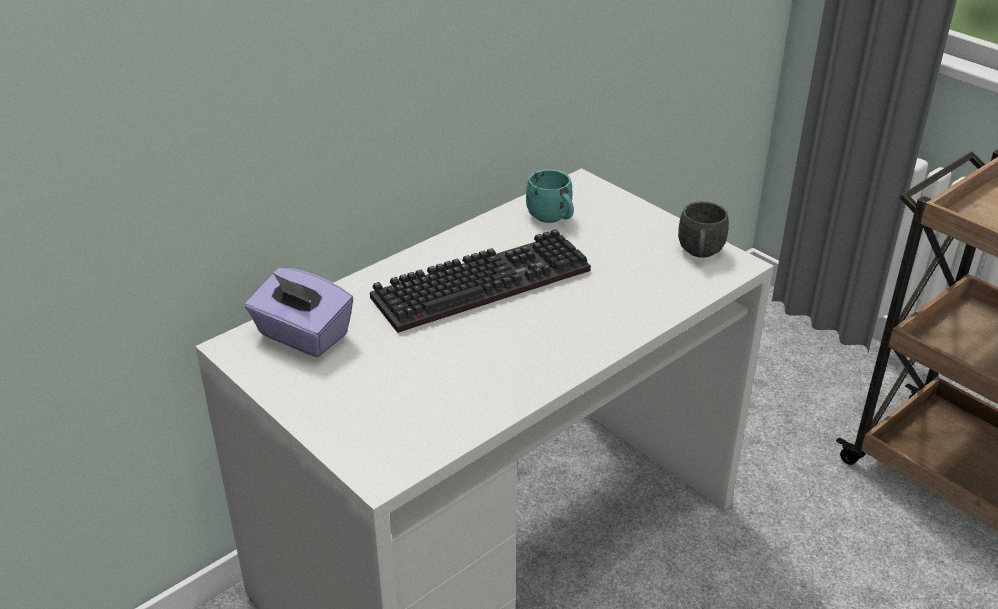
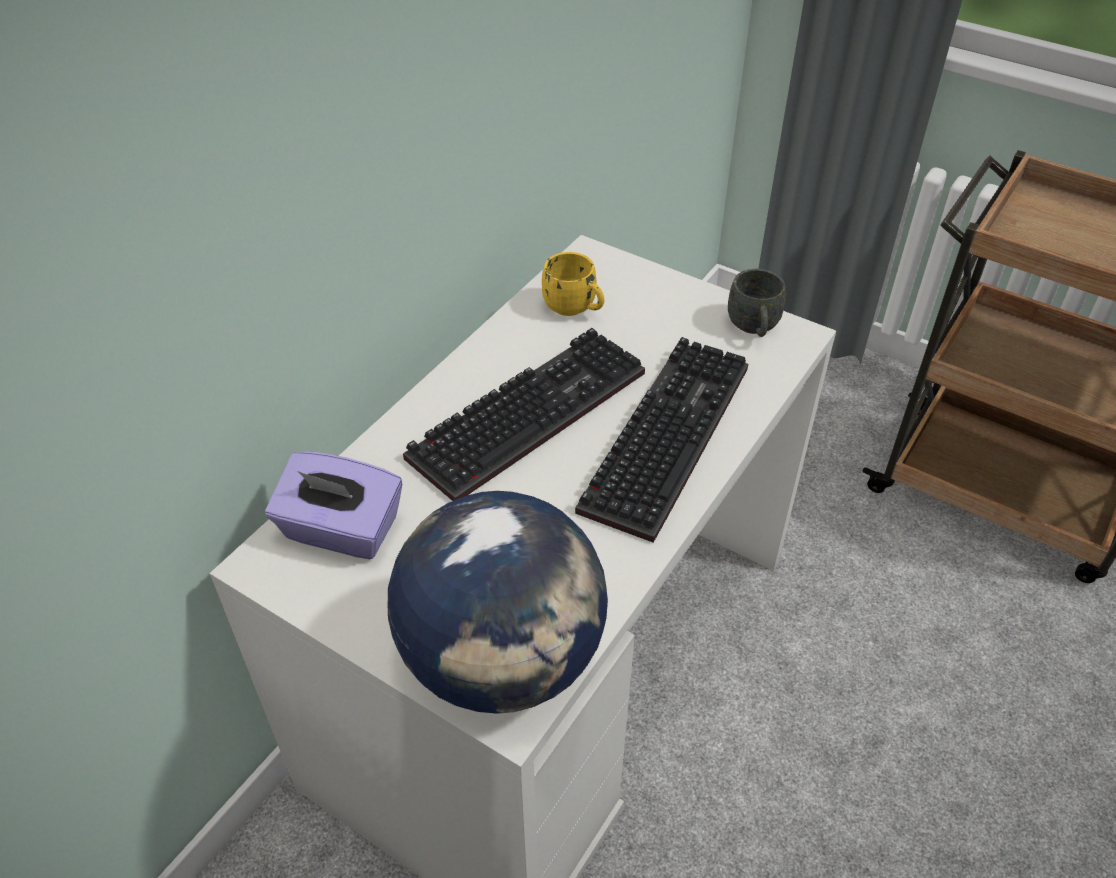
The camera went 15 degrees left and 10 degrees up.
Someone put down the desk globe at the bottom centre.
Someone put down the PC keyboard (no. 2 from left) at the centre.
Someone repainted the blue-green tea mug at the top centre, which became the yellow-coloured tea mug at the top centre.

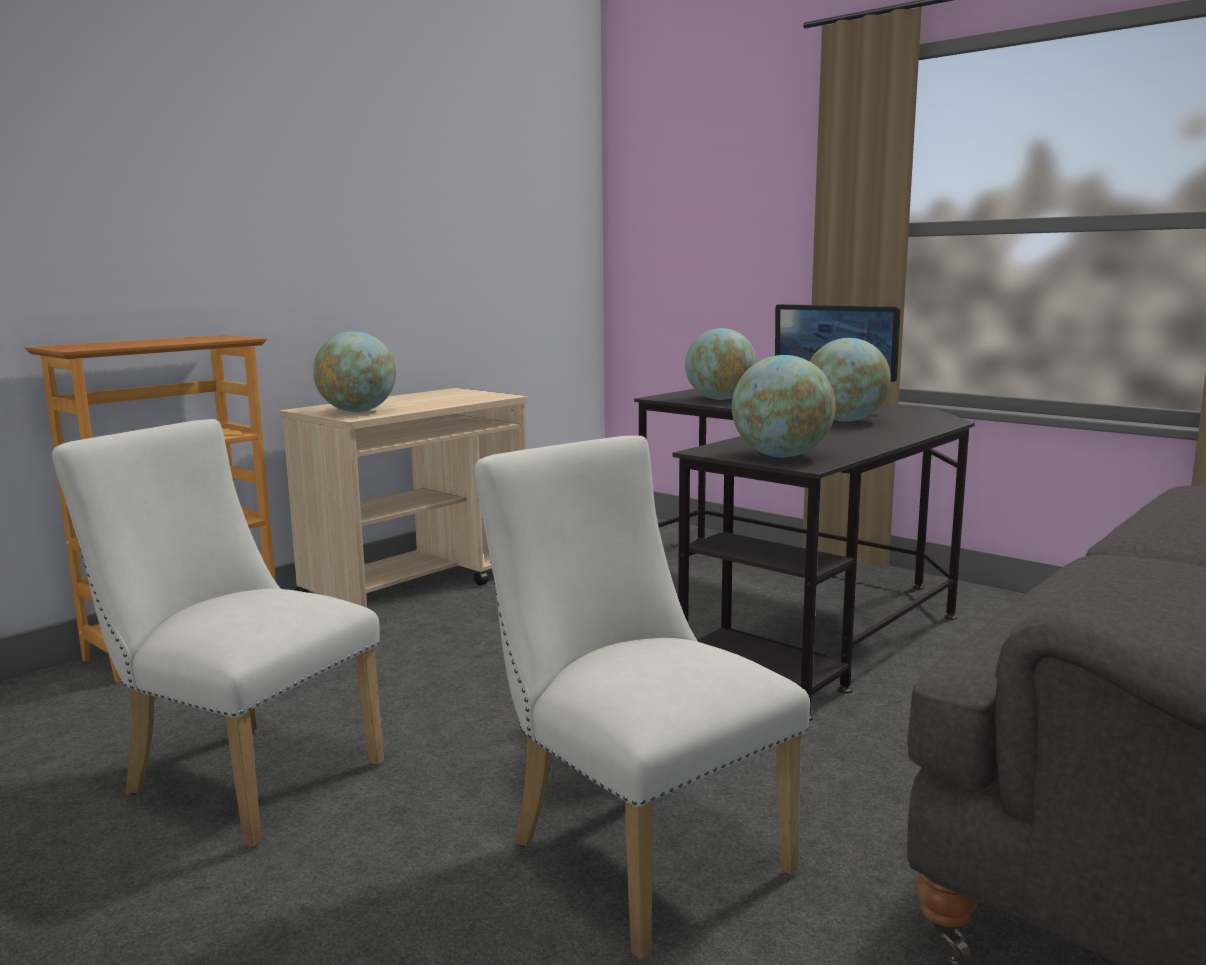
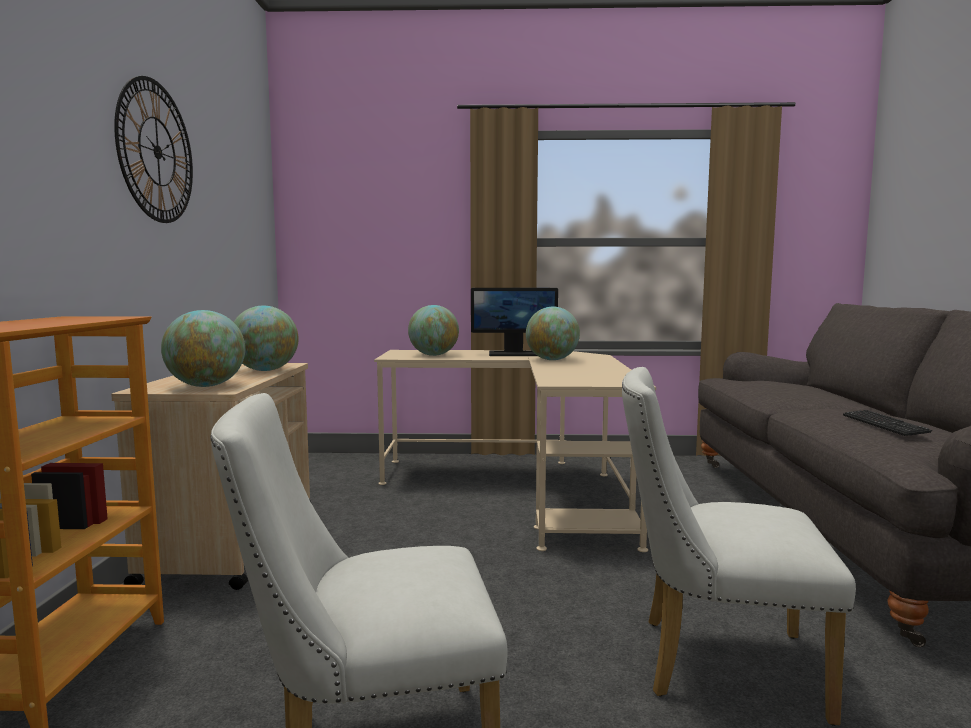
The camera went 40 degrees left and 5 degrees down.
Someone put up the clock on the wall at the top left.
Someone put down the PC keyboard at the middle right.
Someone carried the desk globe (no. 3 from left in the first image) from the centre to the middle left.
Someone repainted the blackish desk unit at the middle right, which became the beige desk unit at the centre.

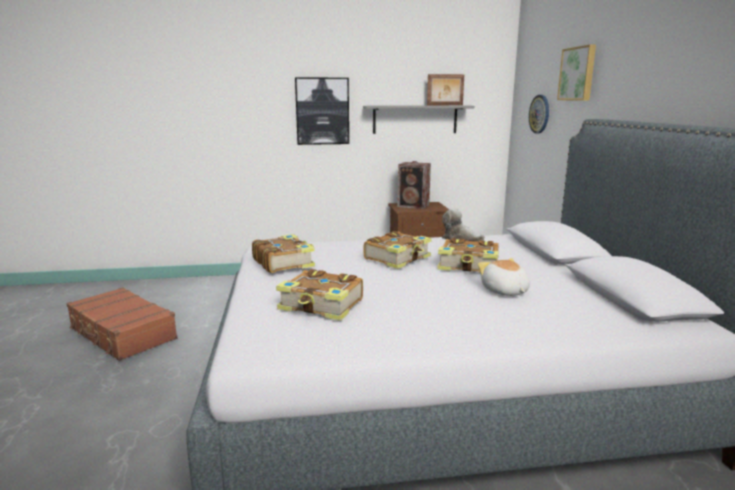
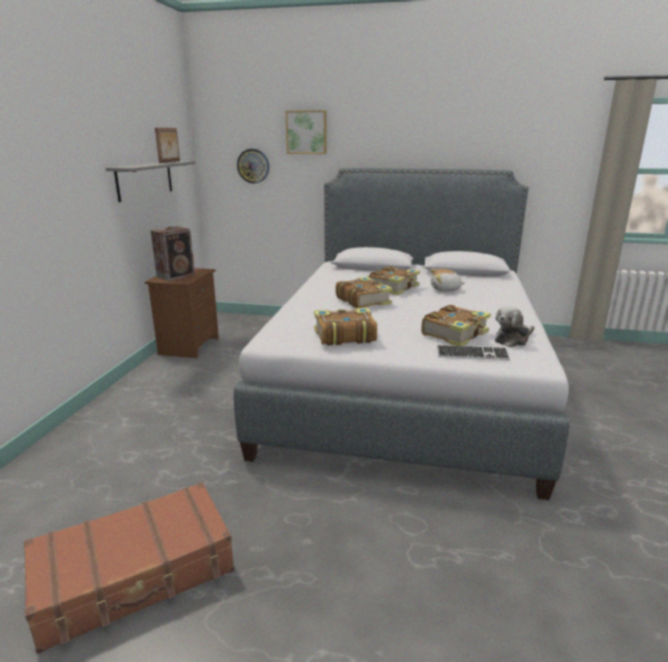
The camera went 70 degrees left and 5 degrees up.
Someone took away the wall picture (no. 1 from left) at the top centre.
Someone put down the PC keyboard at the middle right.
Someone carried the cuddly toy (no. 1 from left in the first image) from the centre to the middle right.

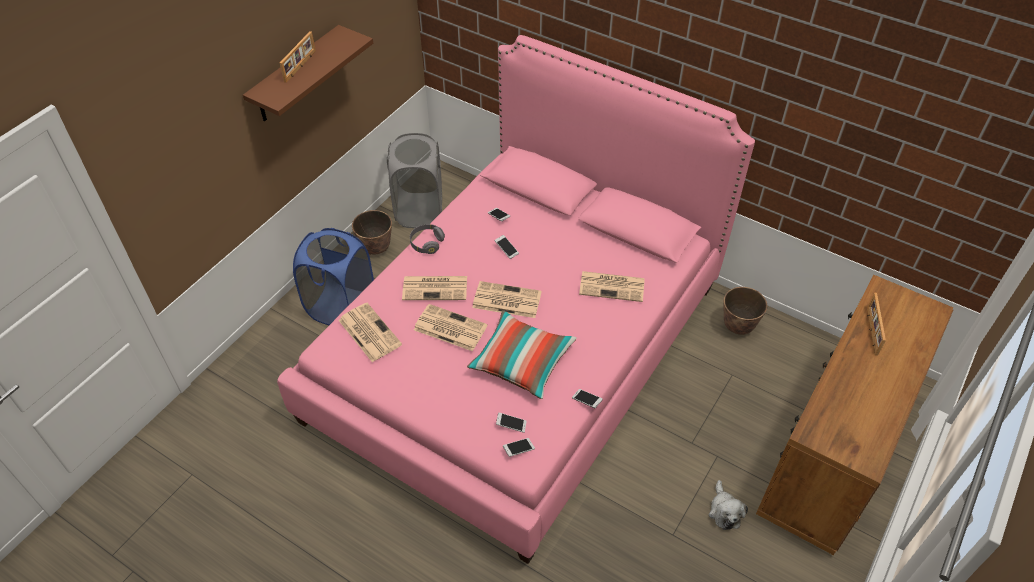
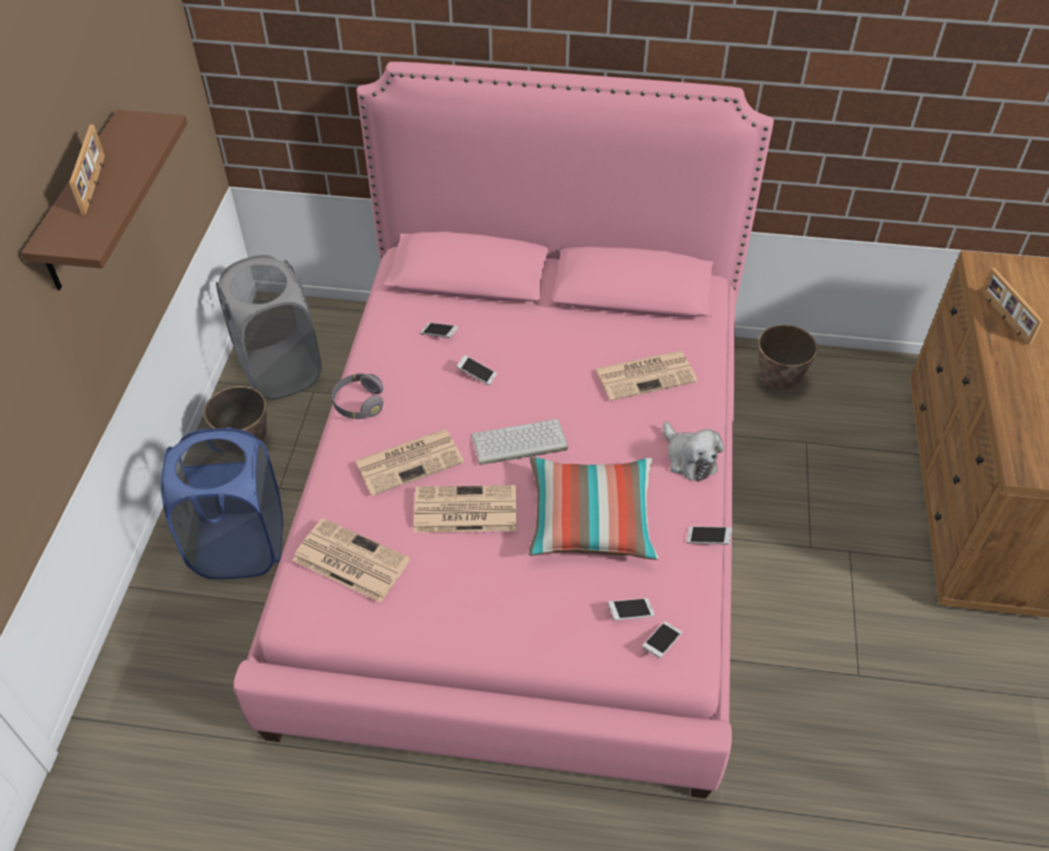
The camera went 25 degrees left and 0 degrees up.
Someone carried the cuddly toy from the bottom right to the centre.
Someone swapped the newspaper (no. 4 from left) at the centre for the PC keyboard at the centre.

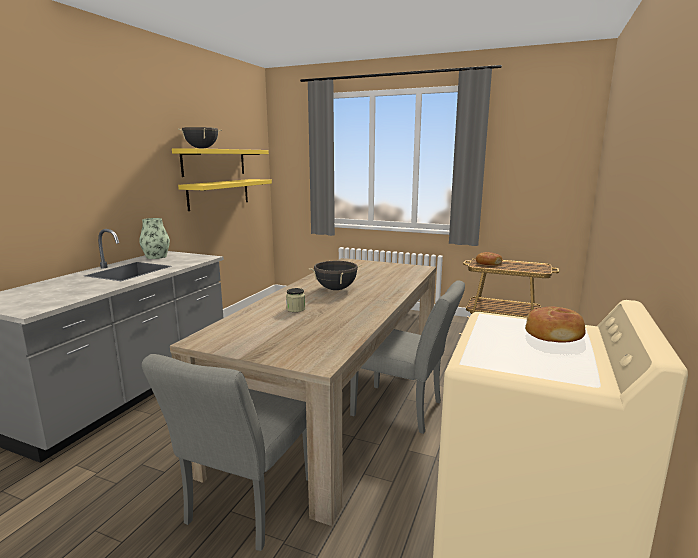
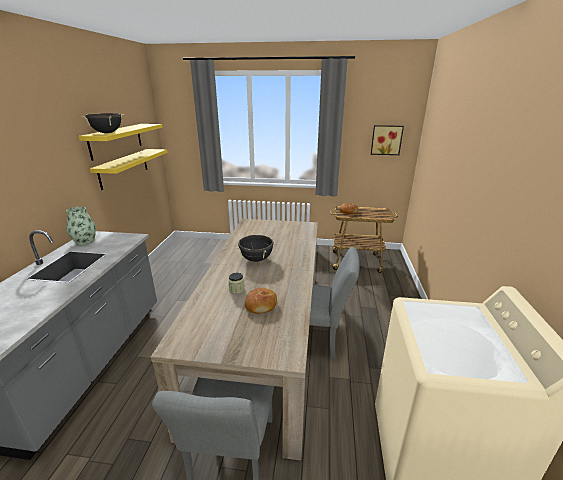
The camera went 15 degrees left and 10 degrees up.
Someone put up the wall picture at the top right.
Someone carried the bakery bread (no. 2 from left in the first image) from the middle right to the centre.

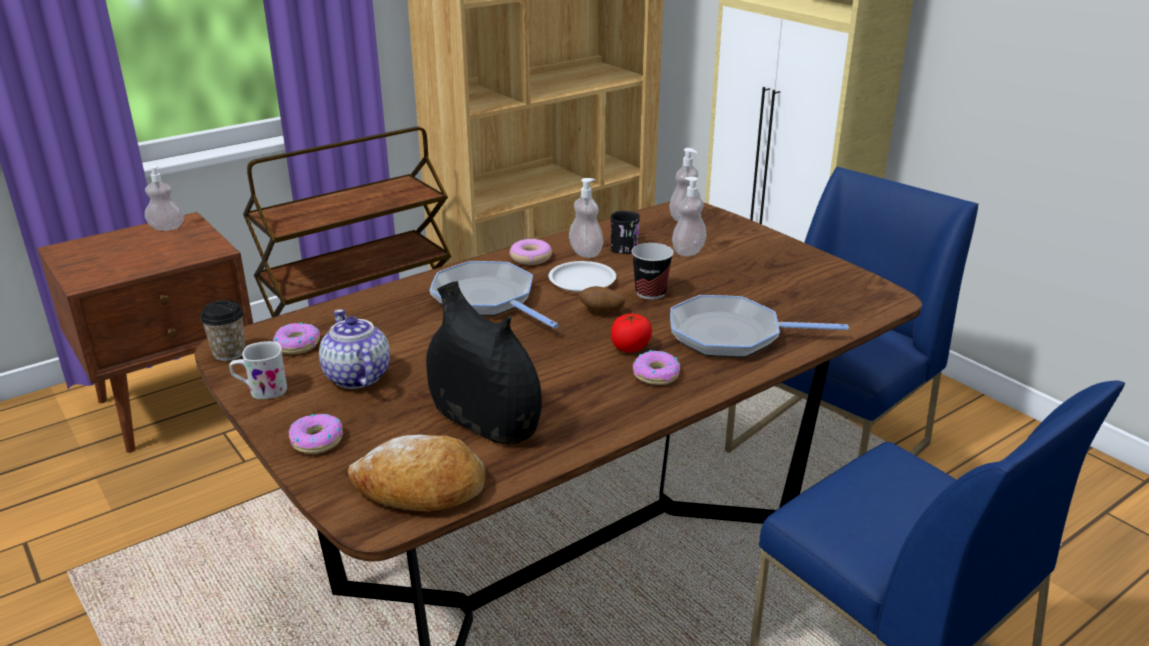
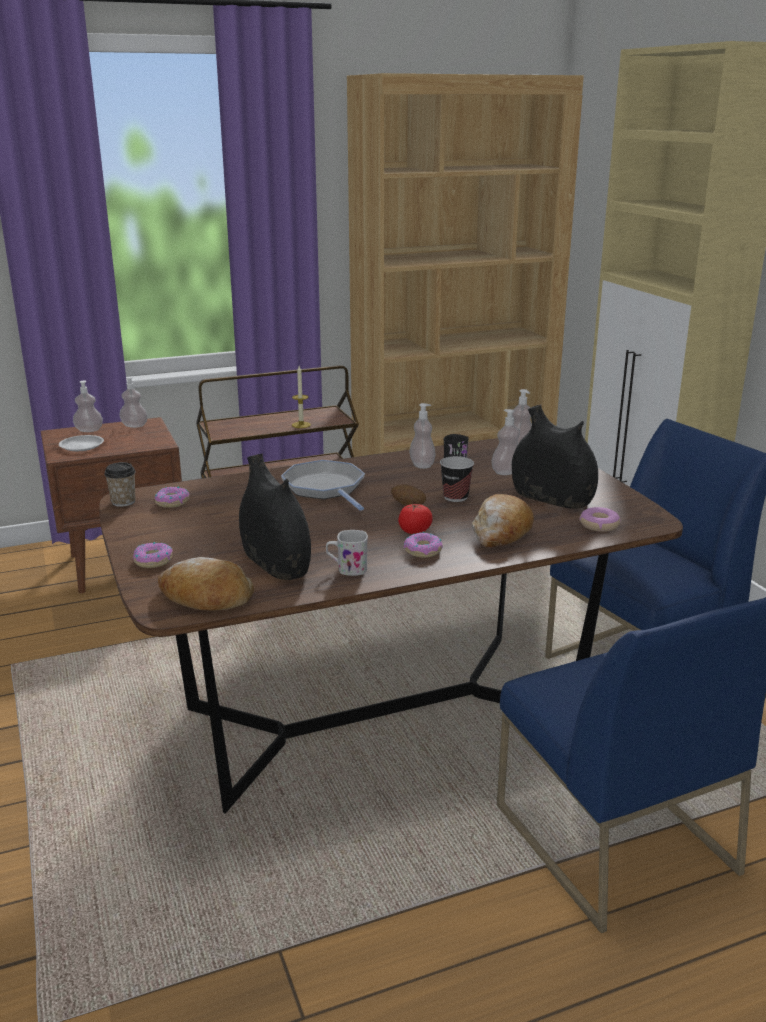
The camera went 15 degrees right and 5 degrees down.
Someone took away the teapot at the middle left.
Someone put down the liquid soap bottle (no. 1 from left) at the middle left.
Someone put down the wax candle at the centre.
Someone put down the blackish vase (no. 2 from left) at the middle right.
Someone carried the white-coloured tea mug from the middle left to the centre.
Someone carried the donut (no. 3 from left in the first image) from the centre to the middle right.
Someone carried the white-coloured flat dish from the centre to the middle left.
Someone swapped the pan (no. 2 from left) at the centre for the bakery bread (no. 2 from left) at the centre.

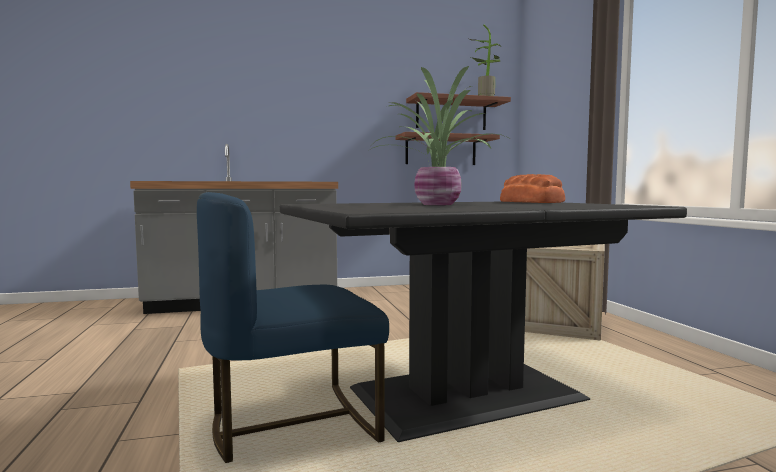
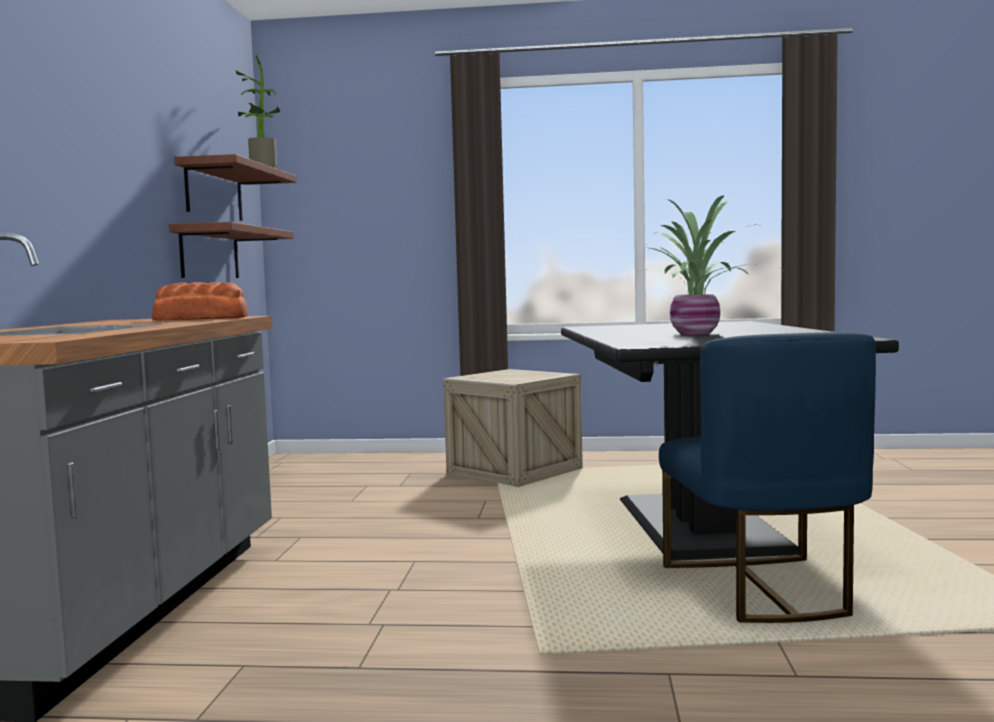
The camera went 70 degrees left and 0 degrees up.
Someone carried the bakery bread from the middle right to the middle left.

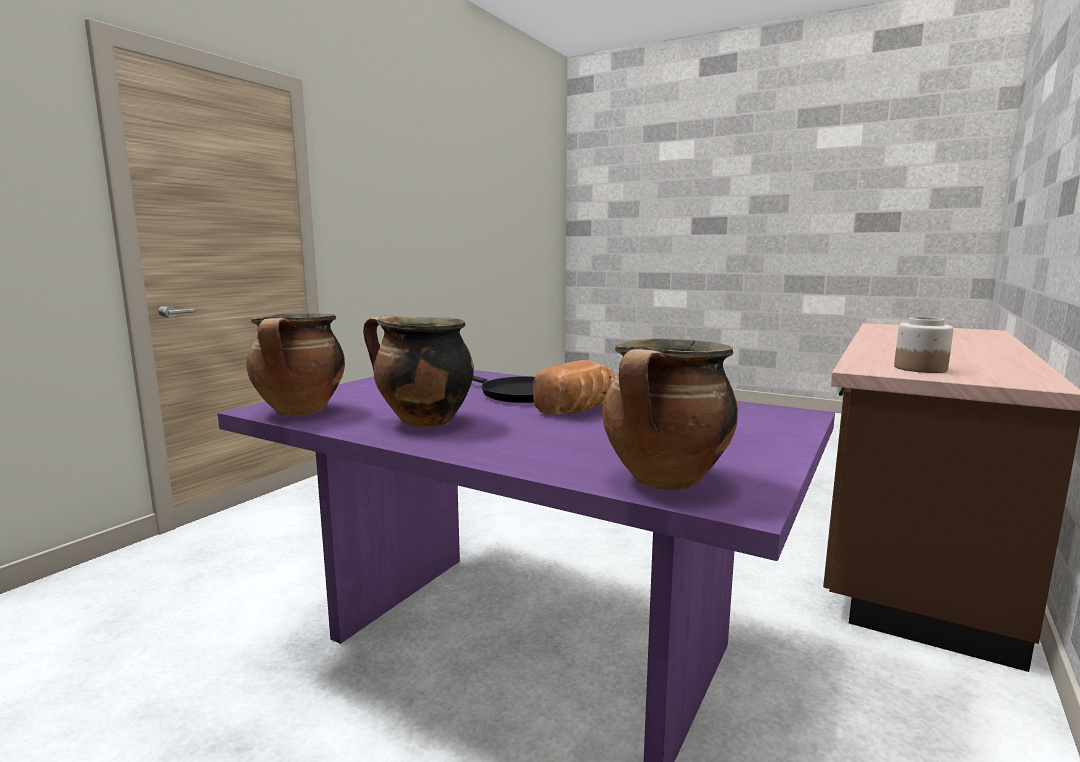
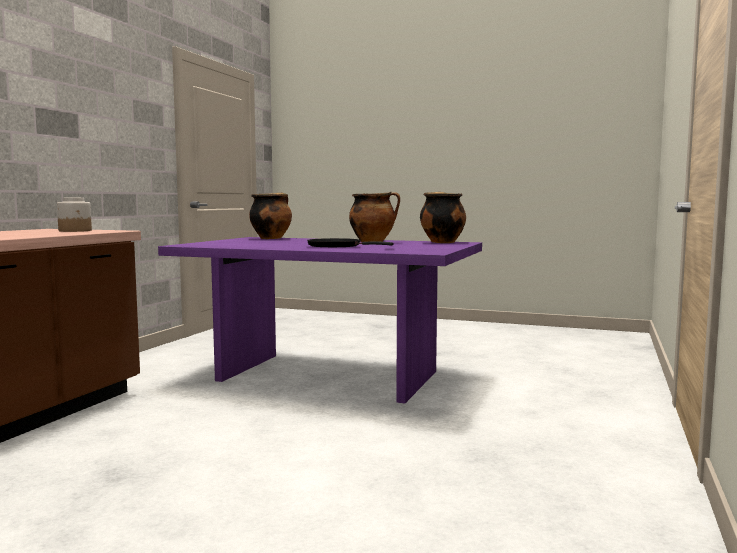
The camera went 170 degrees right and 5 degrees down.
Someone took away the bakery bread at the centre.

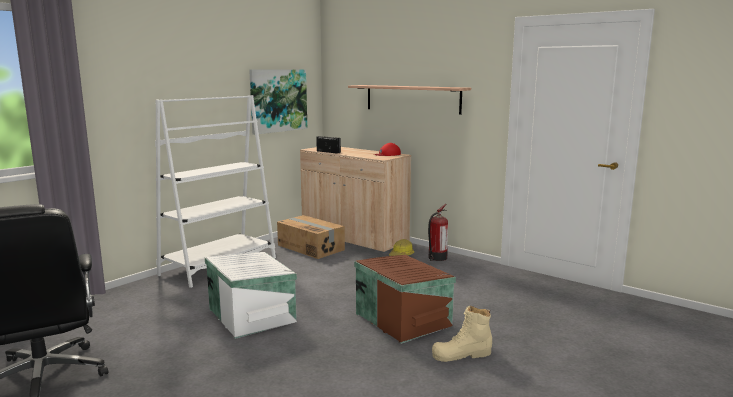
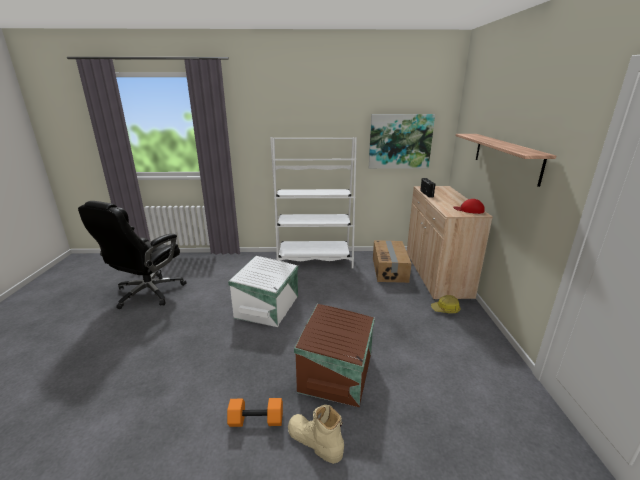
The camera went 50 degrees right and 10 degrees up.
Someone took away the fire-fighting cylinder at the centre.
Someone put down the orange dumbbell at the bottom centre.

